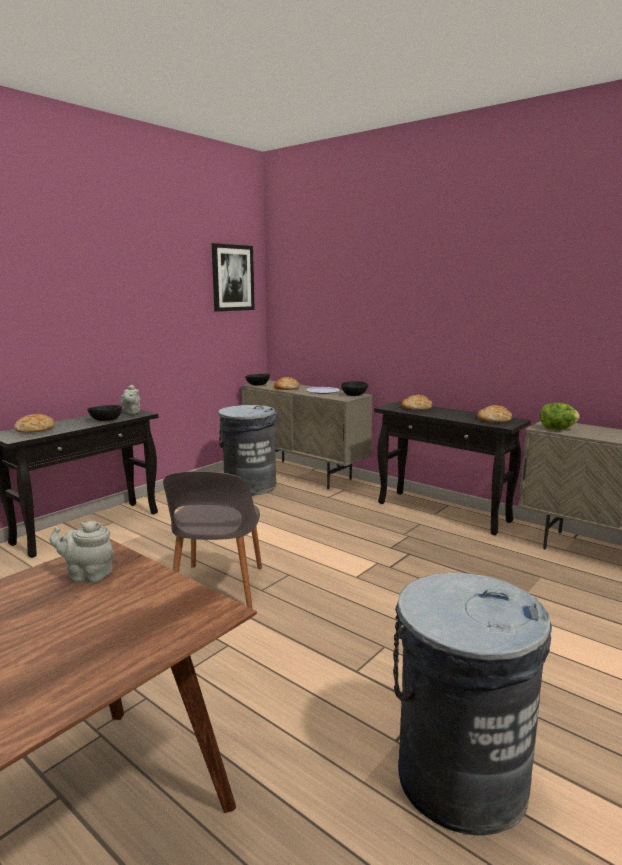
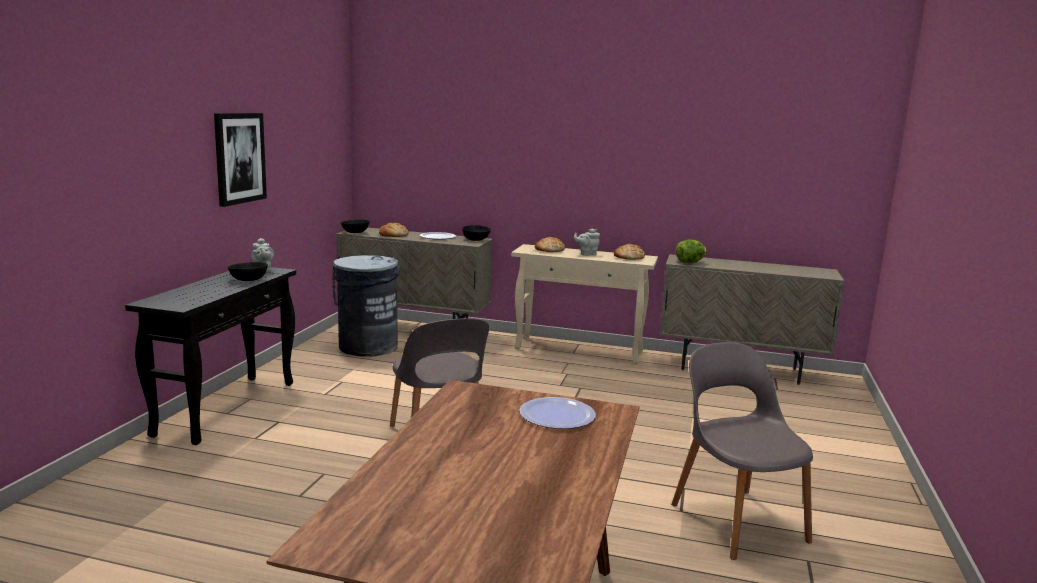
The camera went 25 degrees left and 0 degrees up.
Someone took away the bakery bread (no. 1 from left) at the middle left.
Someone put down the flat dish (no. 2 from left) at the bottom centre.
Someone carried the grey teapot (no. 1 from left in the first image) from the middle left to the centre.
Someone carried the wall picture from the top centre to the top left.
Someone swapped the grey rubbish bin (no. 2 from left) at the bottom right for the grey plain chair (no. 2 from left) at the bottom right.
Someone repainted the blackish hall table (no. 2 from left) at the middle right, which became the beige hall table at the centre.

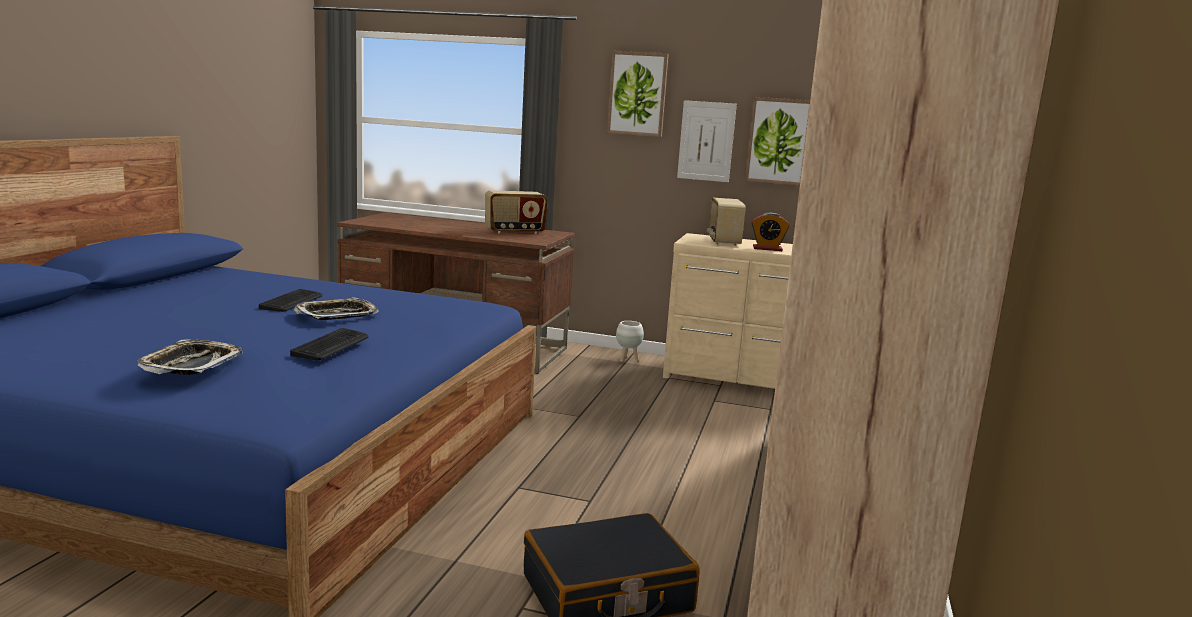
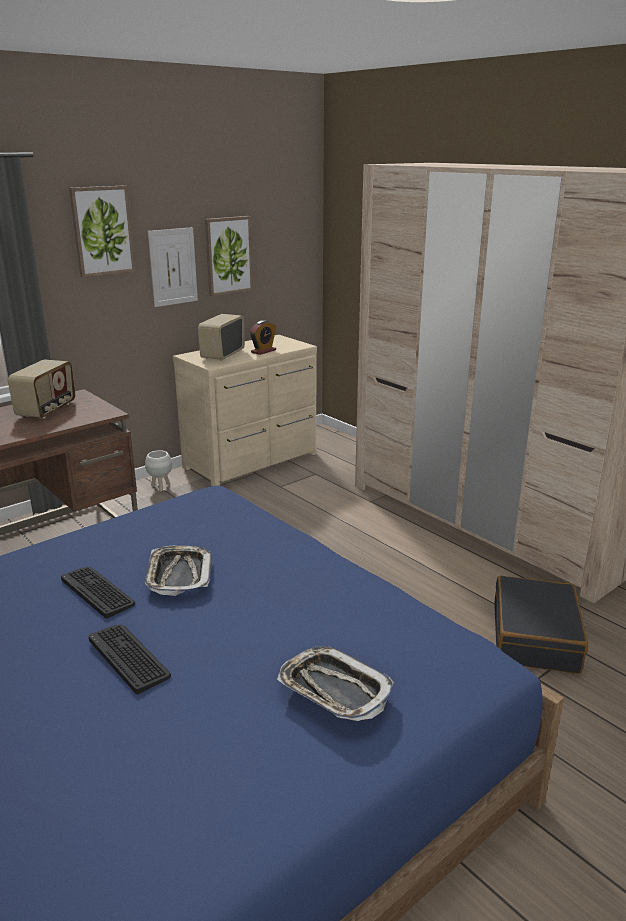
The camera went 55 degrees left and 10 degrees up.
Someone carried the PC keyboard (no. 2 from left) from the middle left to the bottom left.
Someone rotated the radio receiver (no. 2 from left) at the centre by 75 degrees clockwise.

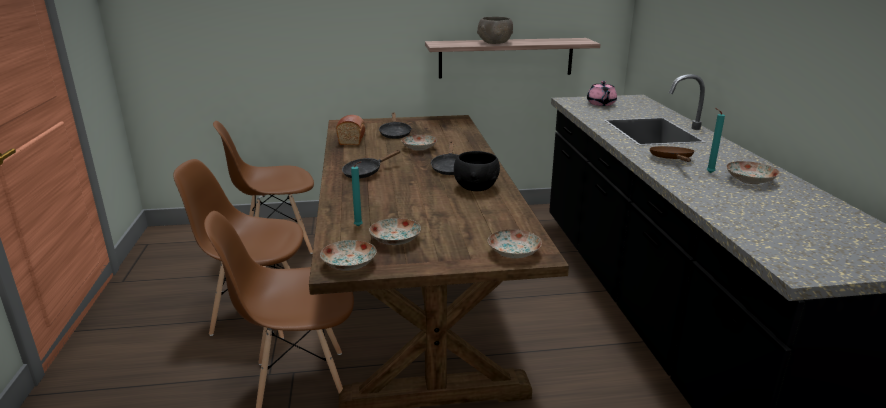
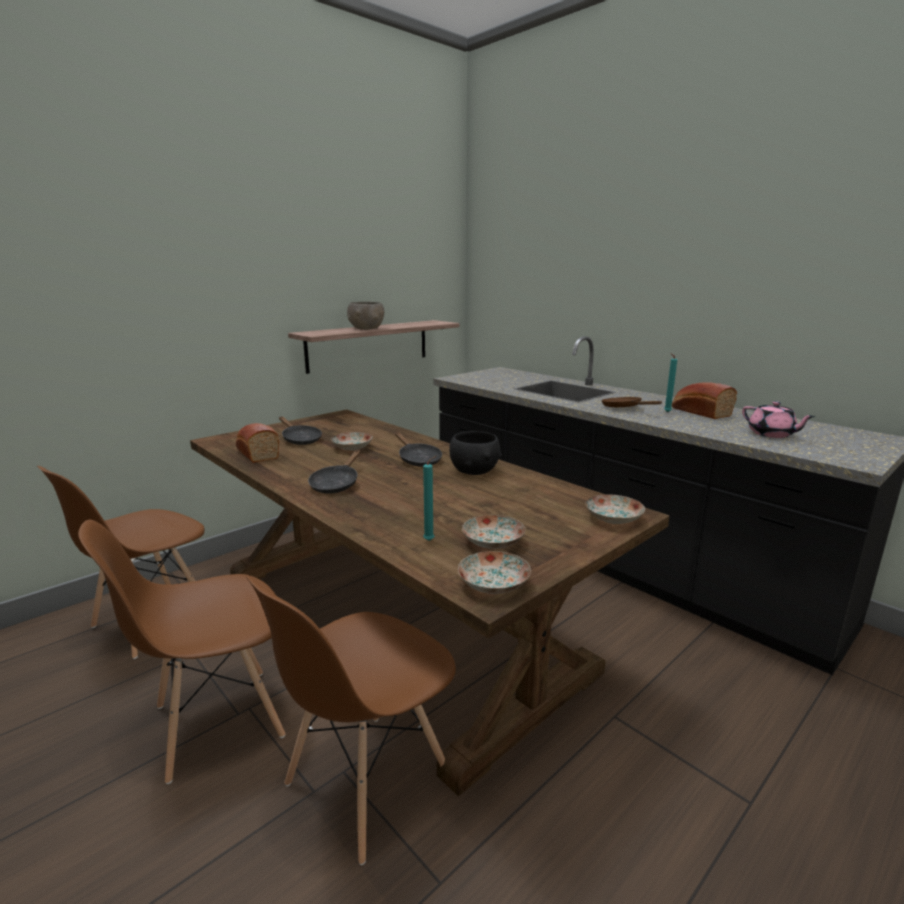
The camera went 35 degrees left and 5 degrees down.
Someone carried the pinkish teapot from the top right to the middle right.
Someone swapped the flat dish (no. 5 from left) at the middle right for the bakery bread (no. 2 from left) at the middle right.

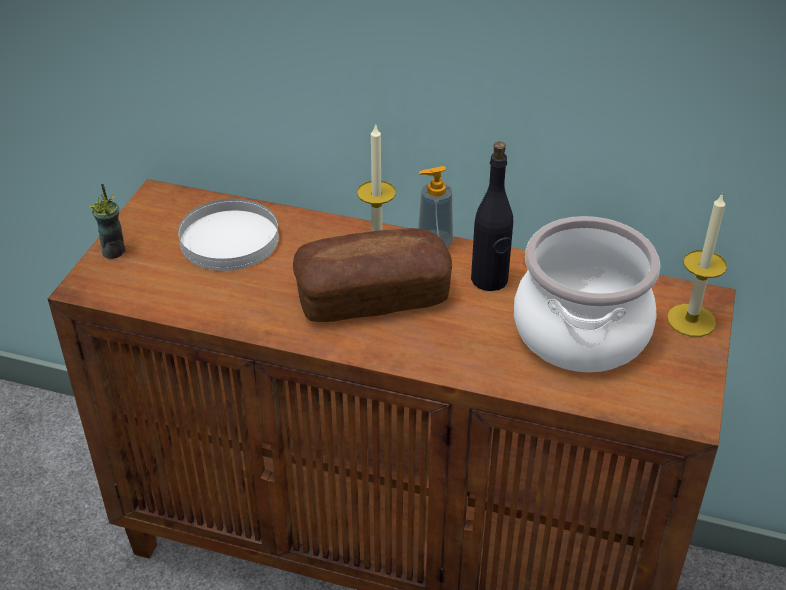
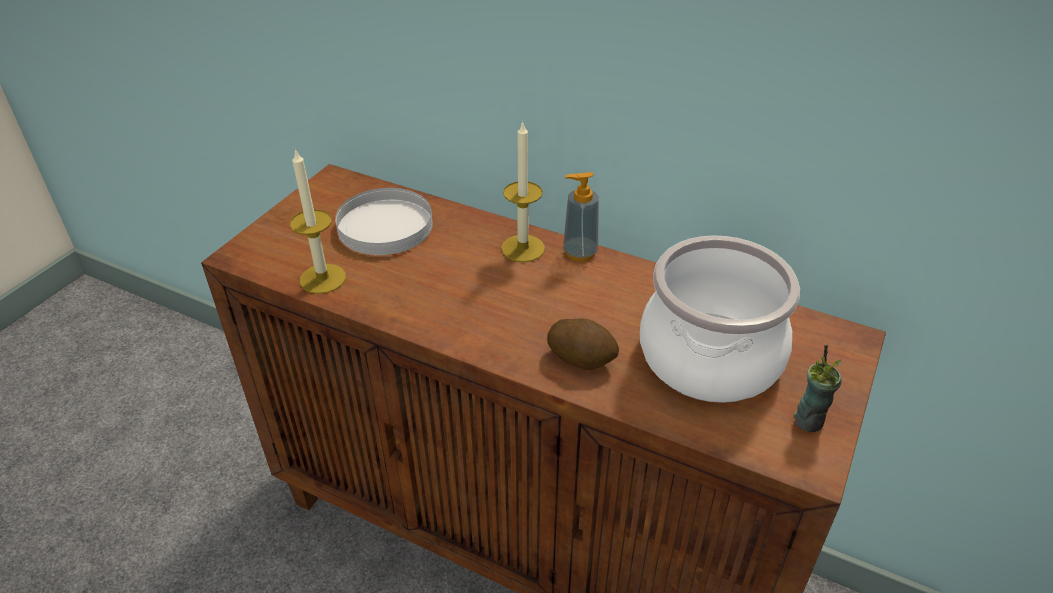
The camera went 10 degrees right and 0 degrees up.
Someone took away the bakery bread at the centre.
Someone took away the blackish beverage bottle at the centre.
Someone put down the spud at the centre.
Someone carried the cup from the middle left to the middle right.
Someone carried the wax candle (no. 2 from left in the first image) from the middle right to the middle left.

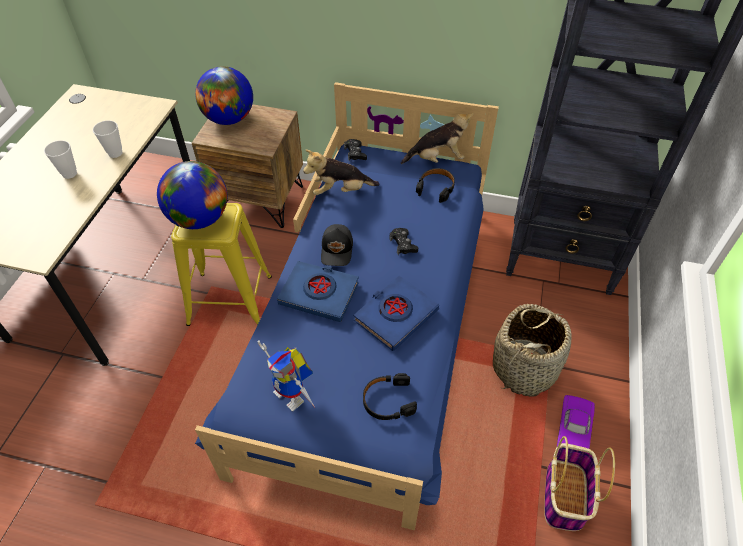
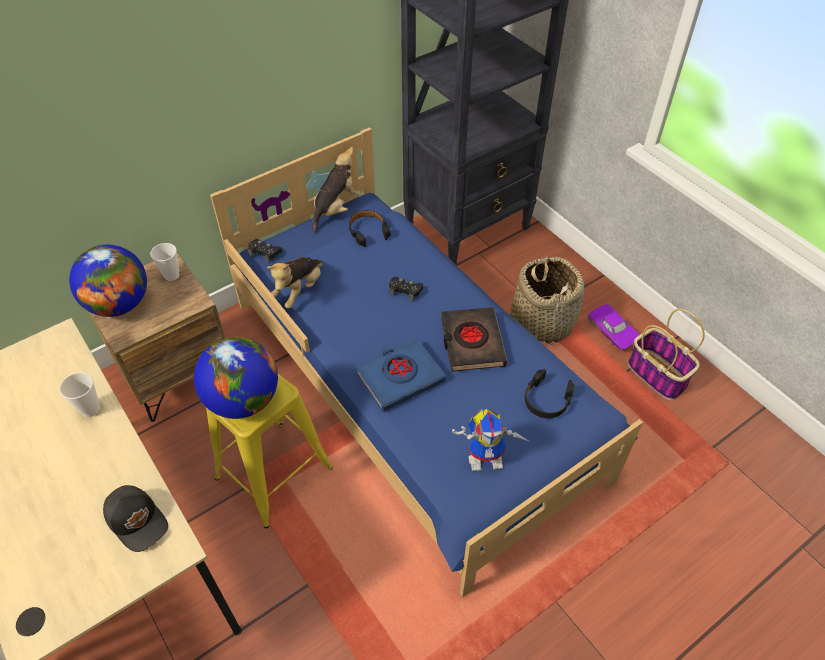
The camera went 50 degrees left and 0 degrees up.
Someone carried the cup (no. 1 from left in the first image) from the top left to the middle left.
Someone carried the blackish baseball cap from the centre to the bottom left.
Someone repainted the blue volume (no. 2 from left) at the centre, which became the blackish volume at the centre.

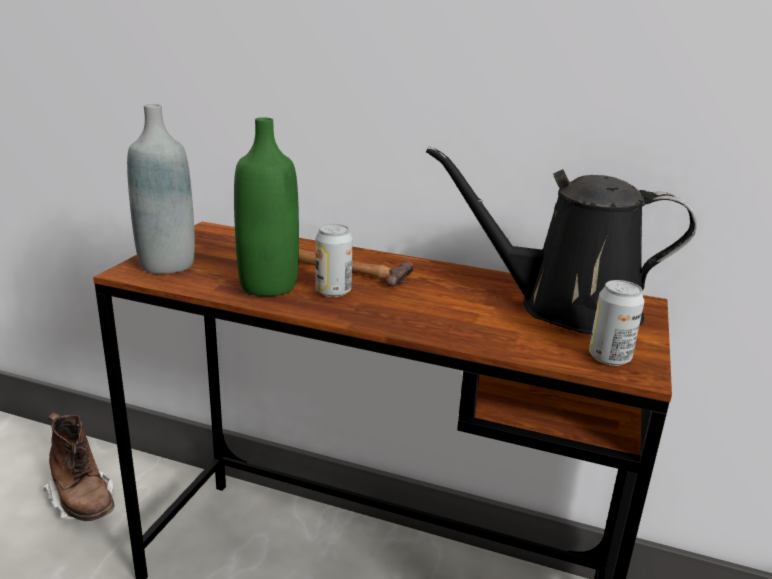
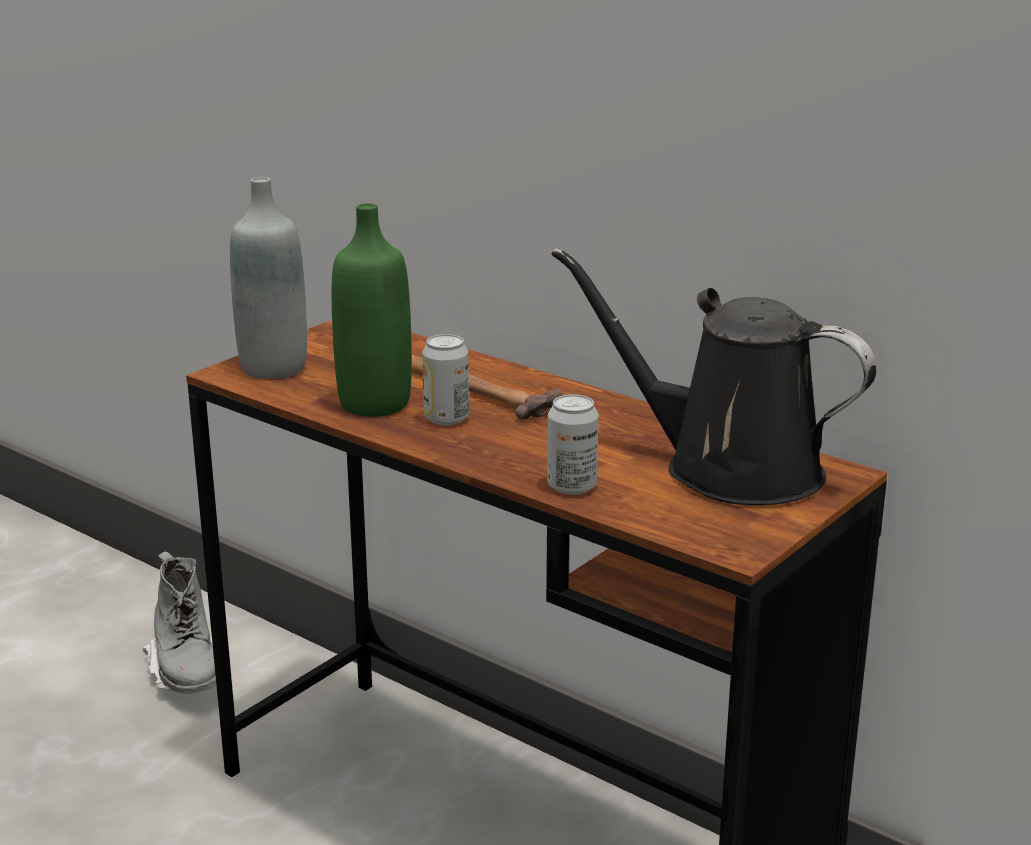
The camera went 20 degrees right and 0 degrees up.
Someone carried the sealed can (no. 2 from left) from the middle right to the centre.
Someone repainted the brown tall boot at the bottom left, which became the grey tall boot at the bottom left.

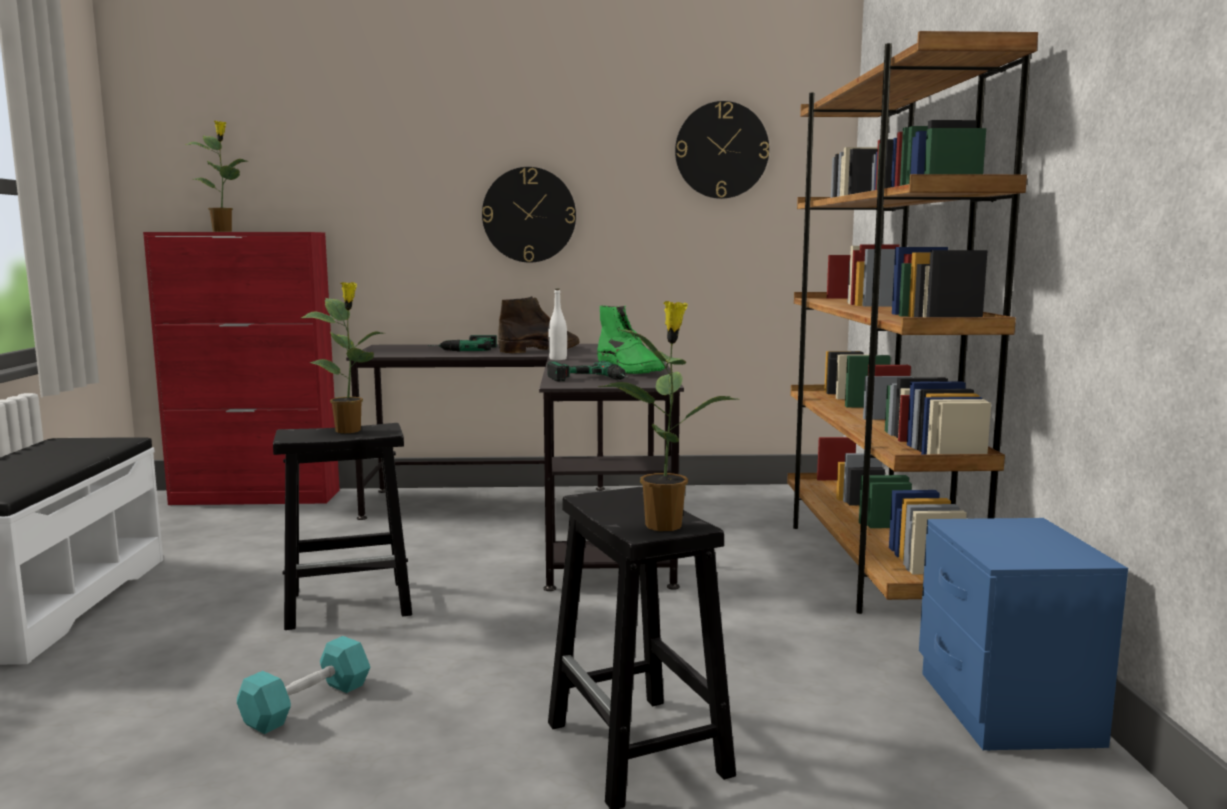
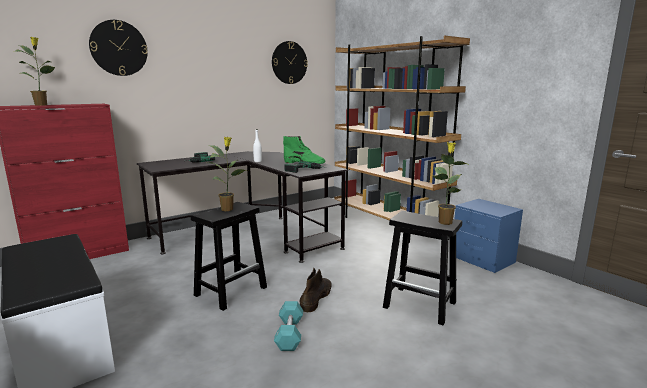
The camera went 35 degrees left and 5 degrees up.
Someone carried the clock on the wall (no. 1 from left) from the top centre to the top left.
Someone carried the brown tall boot from the centre to the bottom centre.

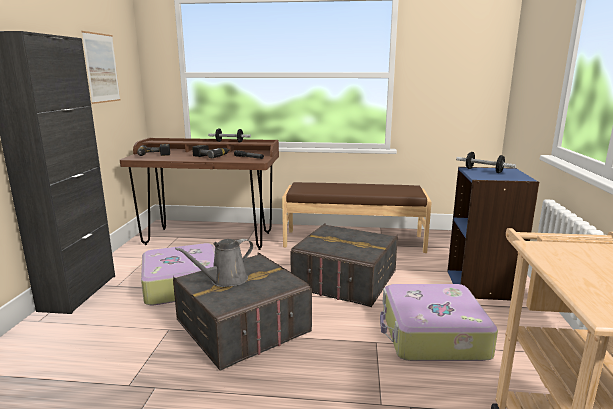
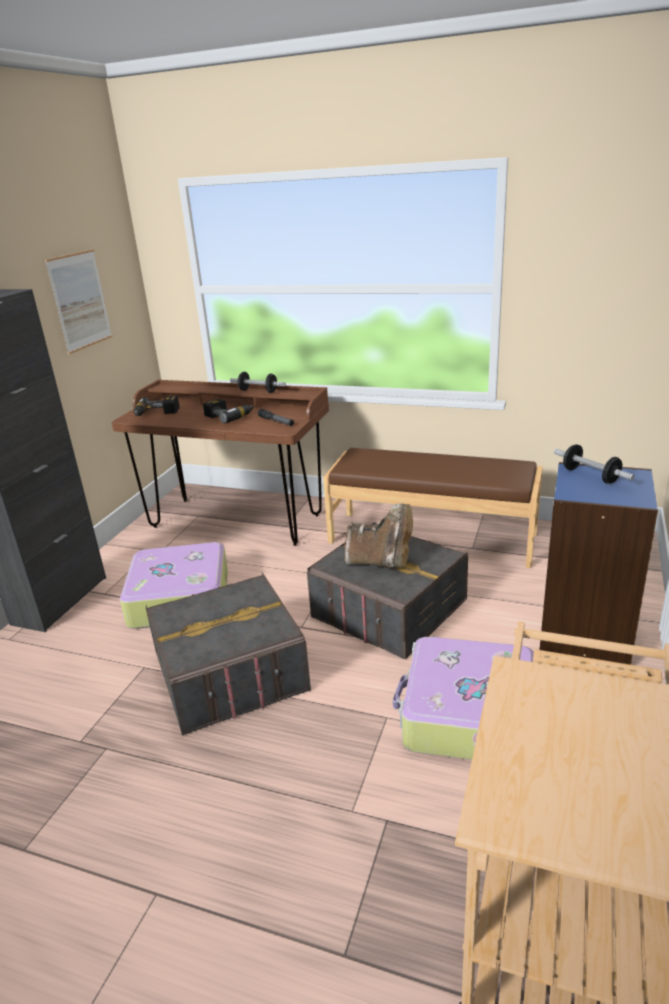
The camera went 15 degrees right and 10 degrees up.
Someone took away the grey watering pot at the centre.
Someone put down the brown tall boot at the centre.

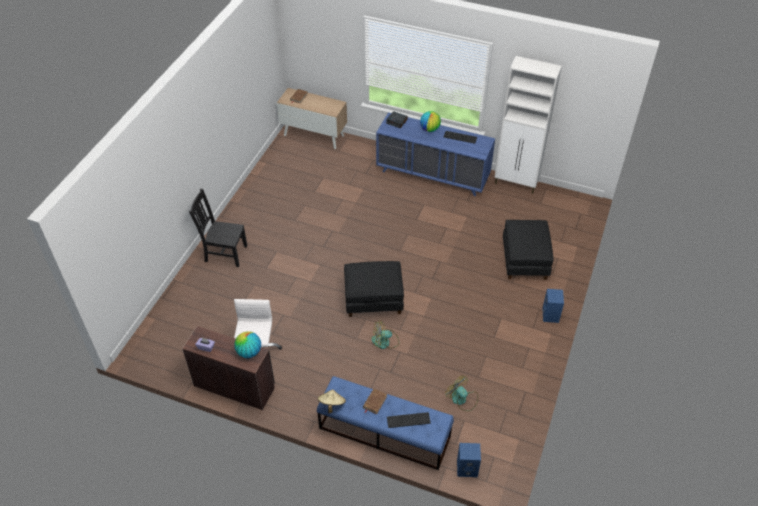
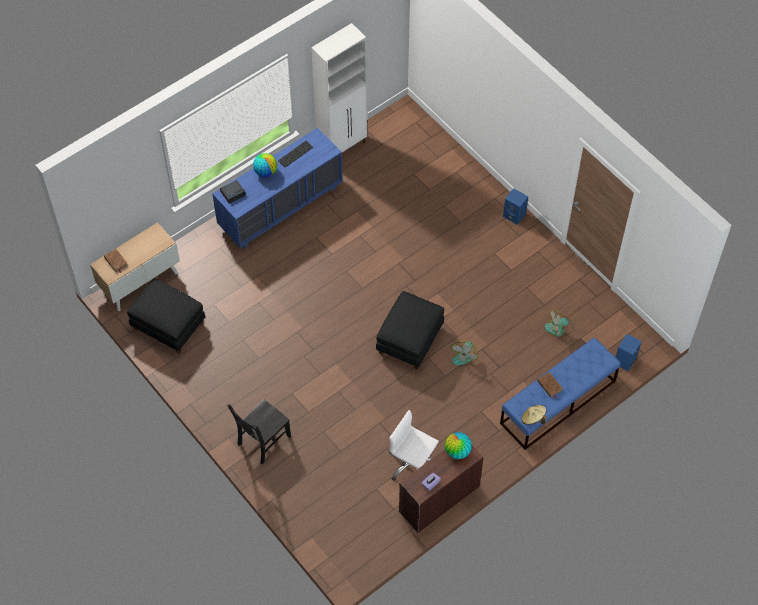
The camera went 60 degrees left and 10 degrees up.
Someone took away the PC keyboard (no. 1 from left) at the bottom centre.
Someone carried the blackish pouffe (no. 2 from left in the first image) from the middle right to the middle left.

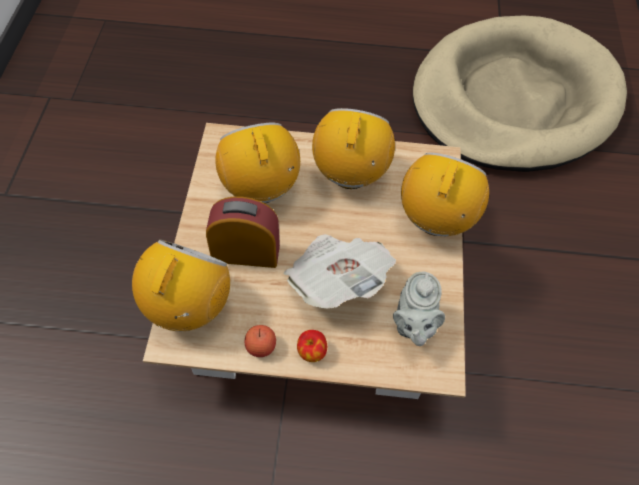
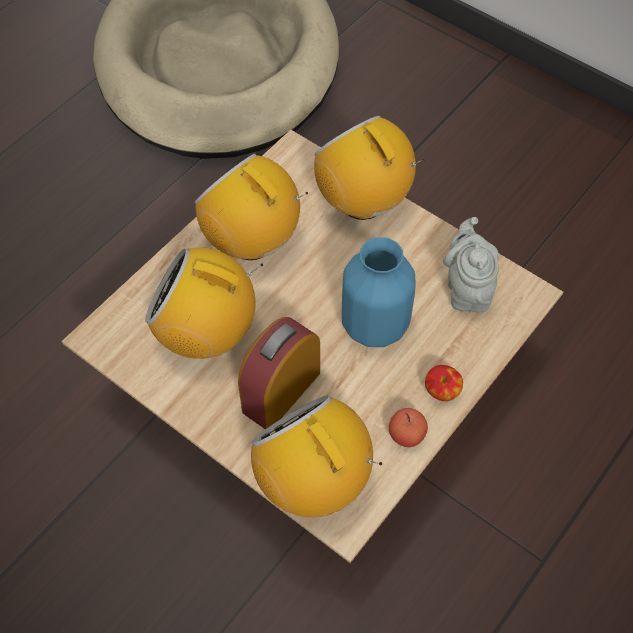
The camera went 55 degrees left and 0 degrees up.
Someone swapped the newspaper at the centre for the blue vase at the centre.
Someone rotated the grey teapot at the centre by 135 degrees counterclockwise.

